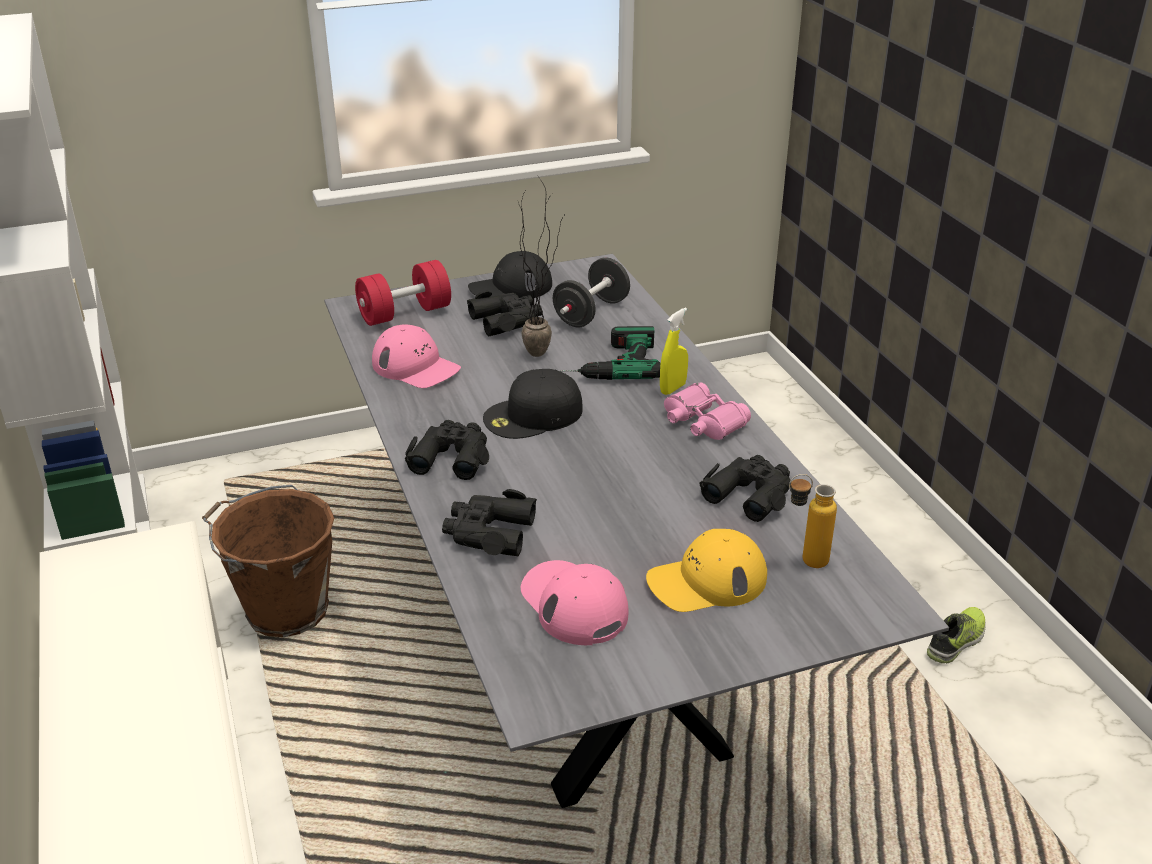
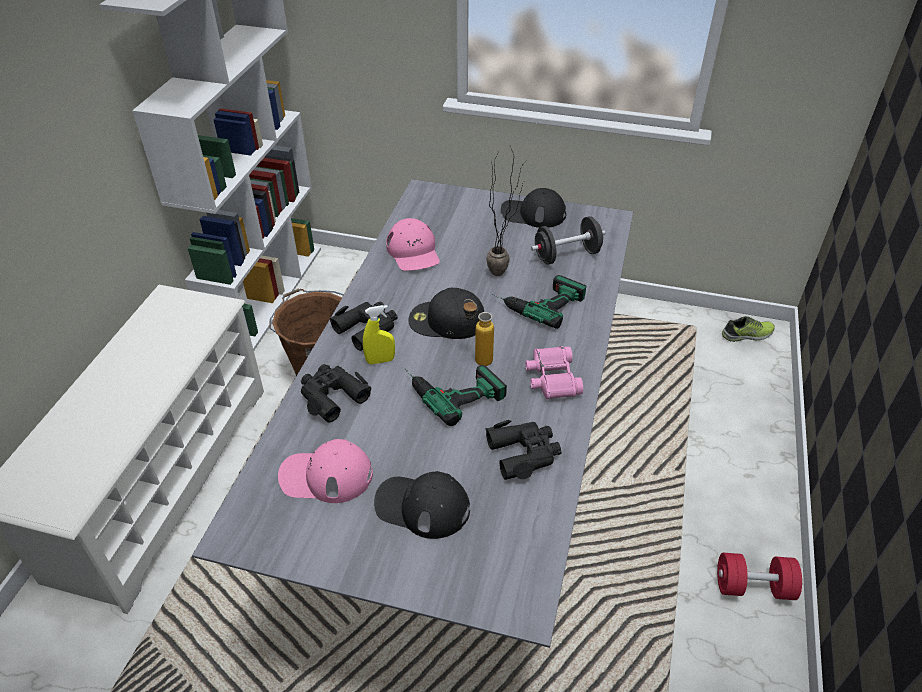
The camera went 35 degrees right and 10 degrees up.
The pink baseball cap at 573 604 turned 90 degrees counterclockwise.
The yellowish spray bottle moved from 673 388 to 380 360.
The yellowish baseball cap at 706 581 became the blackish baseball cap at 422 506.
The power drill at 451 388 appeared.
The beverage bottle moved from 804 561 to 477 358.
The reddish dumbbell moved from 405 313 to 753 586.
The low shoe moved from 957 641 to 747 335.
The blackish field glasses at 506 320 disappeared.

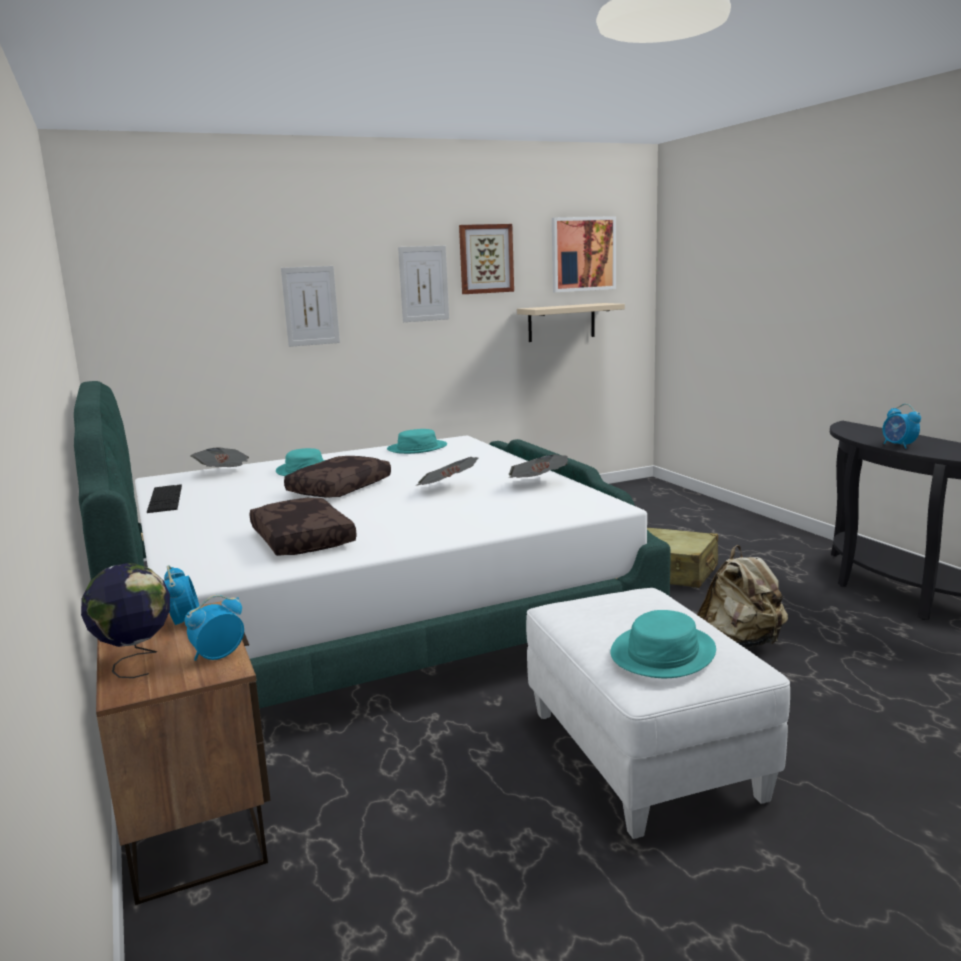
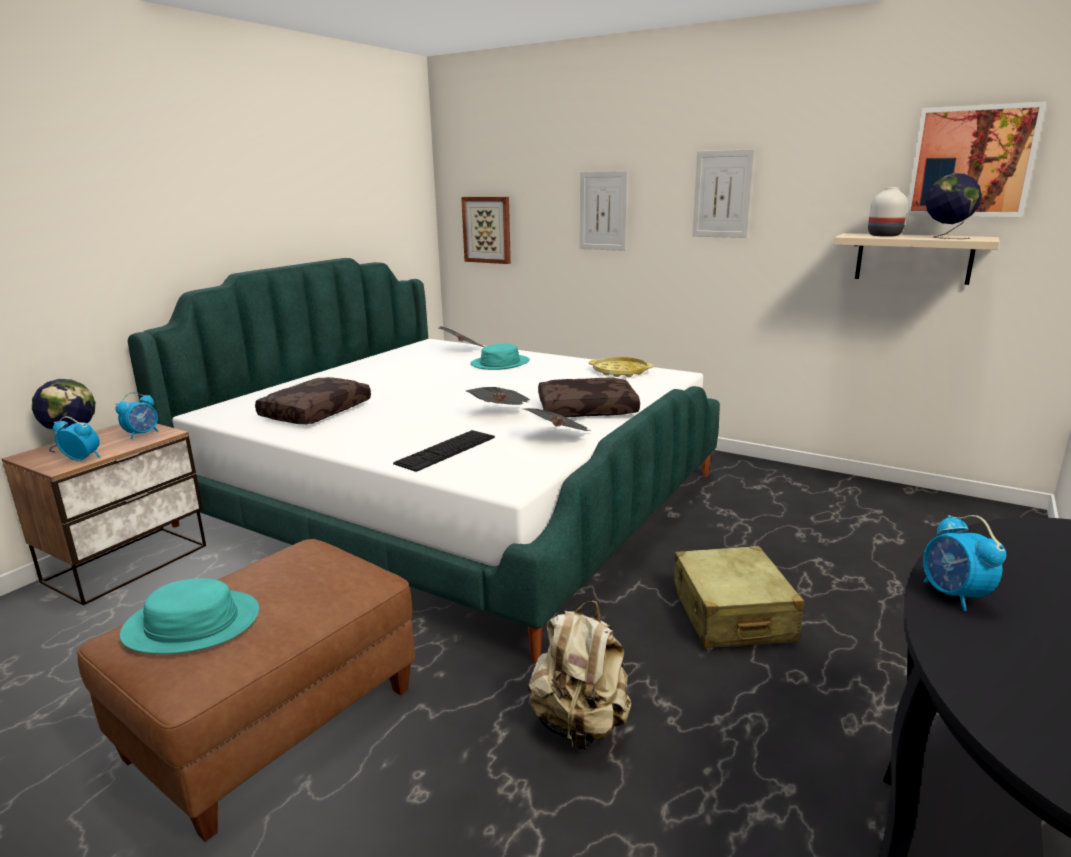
The camera went 55 degrees right and 5 degrees up.
The white-coloured ottoman at 645 756 became the brown-coloured ottoman at 273 726.
The computer keyboard moved from 165 498 to 446 450.
The picture moved from 486 259 to 487 230.
The brown-coloured pillow moved from 339 488 to 587 409.
The blue-green clothing hat at 417 448 was replaced by the yellowish serving tray at 620 371.
The white-coloured decorative vase at 884 235 appeared.
The table clock at 899 446 turned 45 degrees counterclockwise.
The world globe at 946 237 appeared.

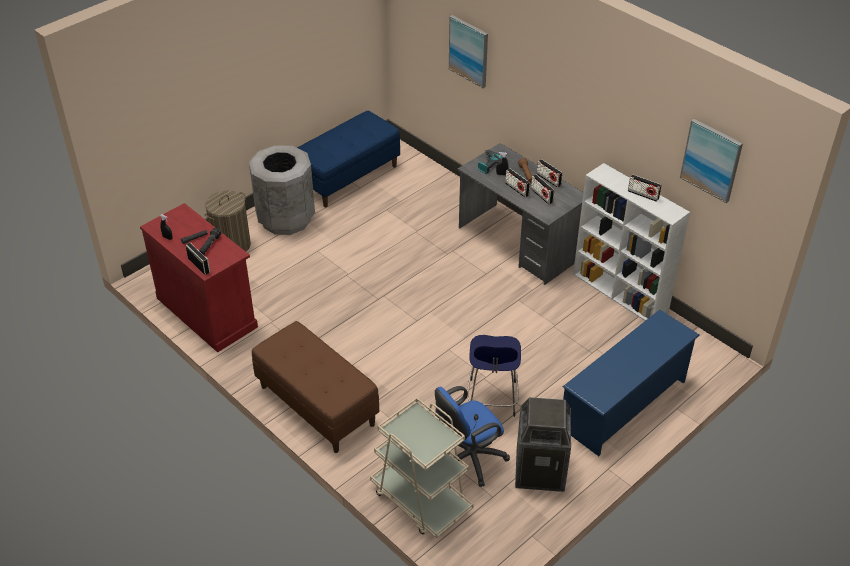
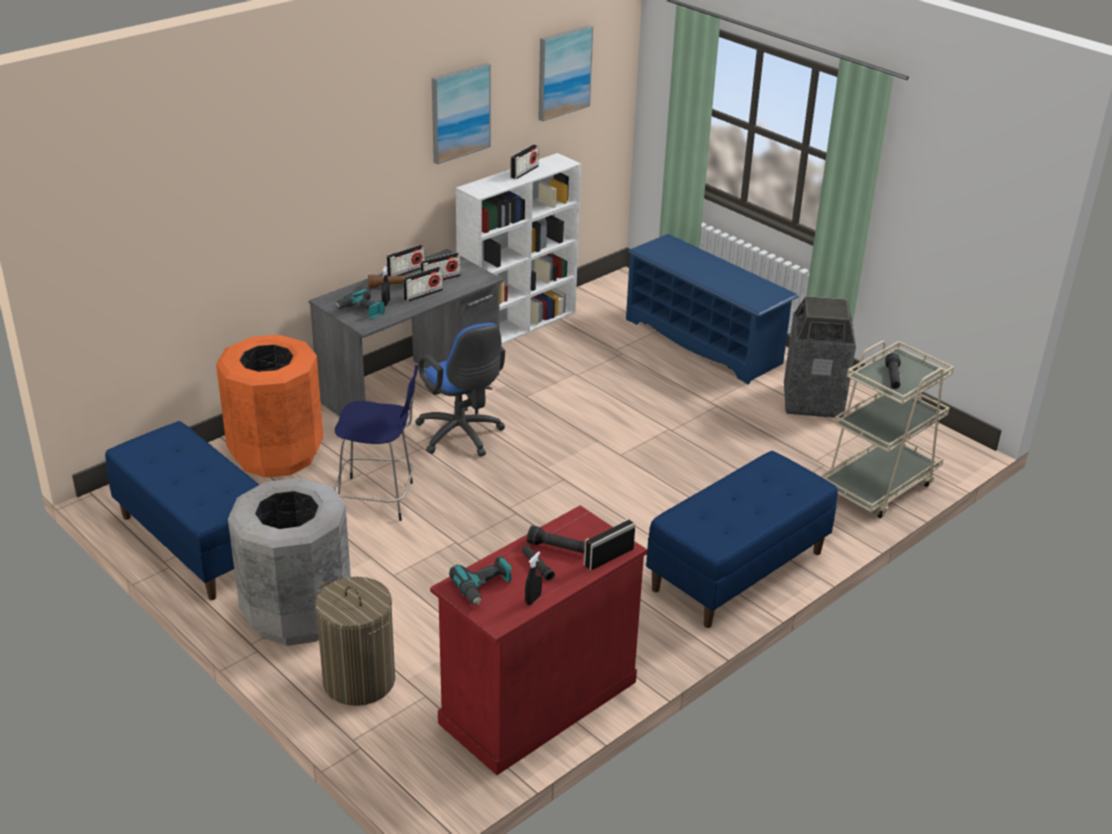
The camera went 90 degrees left and 10 degrees down.
The orange-coloured rubbish bin at 277 454 appeared.
The blue stool moved from 492 399 to 378 499.
The blue computer chair moved from 467 460 to 462 436.
The picture moved from 469 51 to 460 112.
The power drill at 484 588 appeared.
The brown-coloured long seat at 316 405 became the blue long seat at 738 571.
The blackish hand torch at 892 378 appeared.

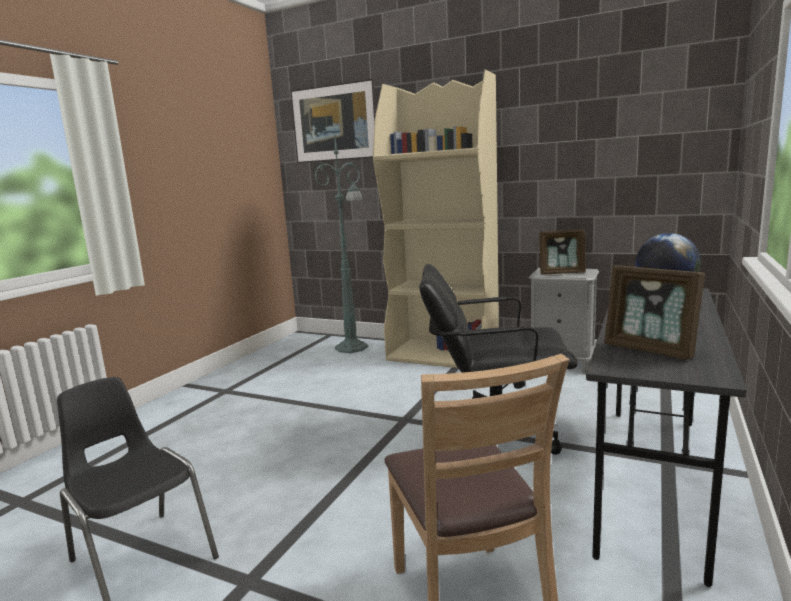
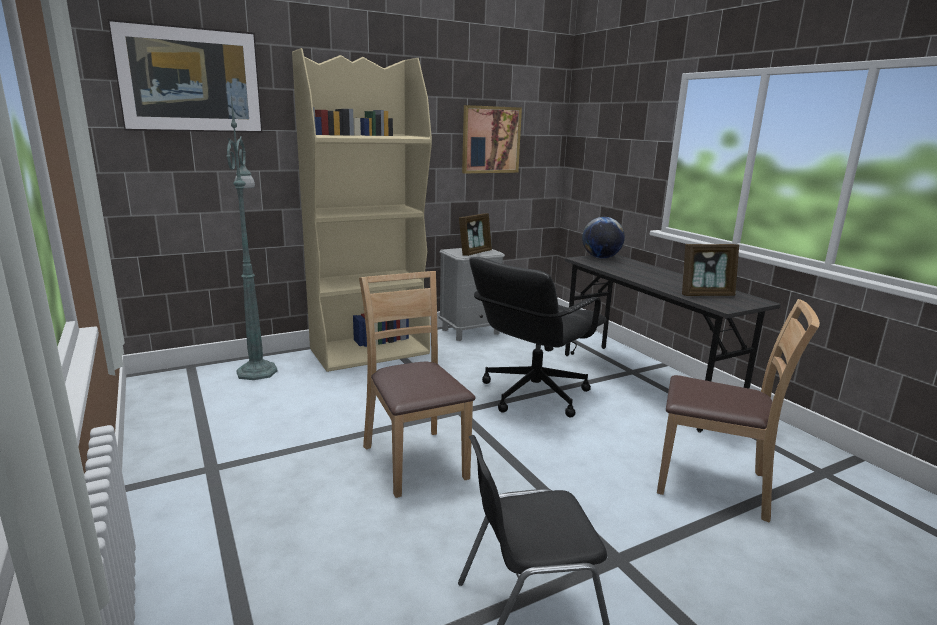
The camera went 55 degrees left and 5 degrees up.
The brown-coloured plain chair at 415 461 appeared.
The picture at 490 140 appeared.

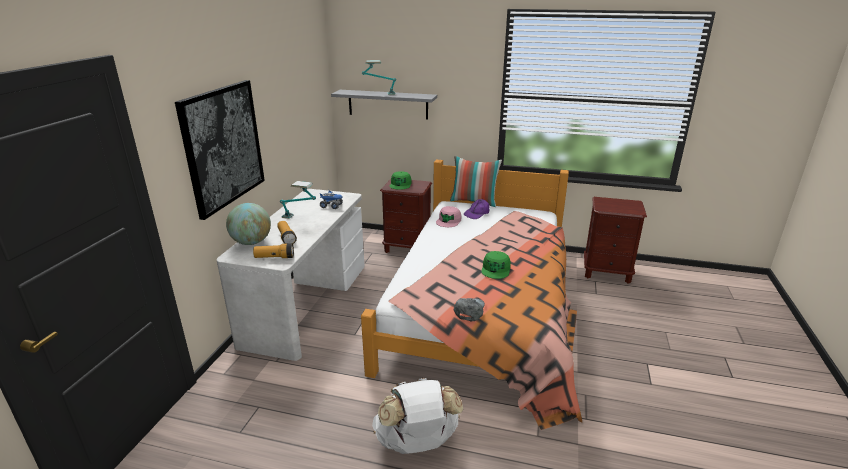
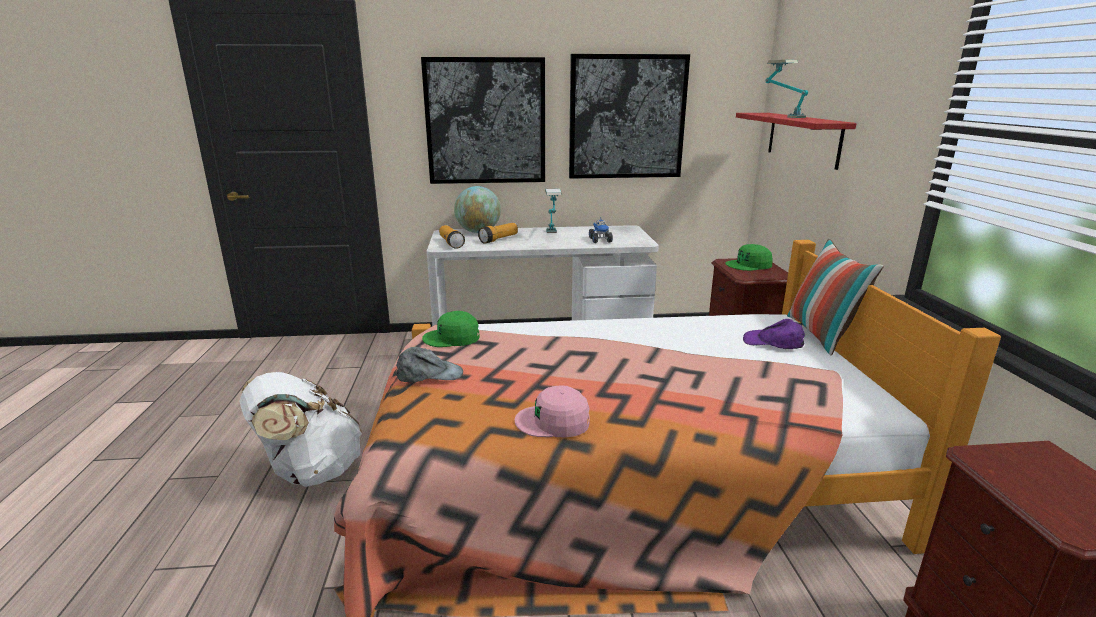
The camera went 70 degrees right and 5 degrees down.
The green baseball cap moved from 496 269 to 452 337.
The pink baseball cap moved from 449 221 to 553 421.
The picture at 627 117 appeared.
The grey wall shelf at 387 104 became the reddish wall shelf at 803 138.

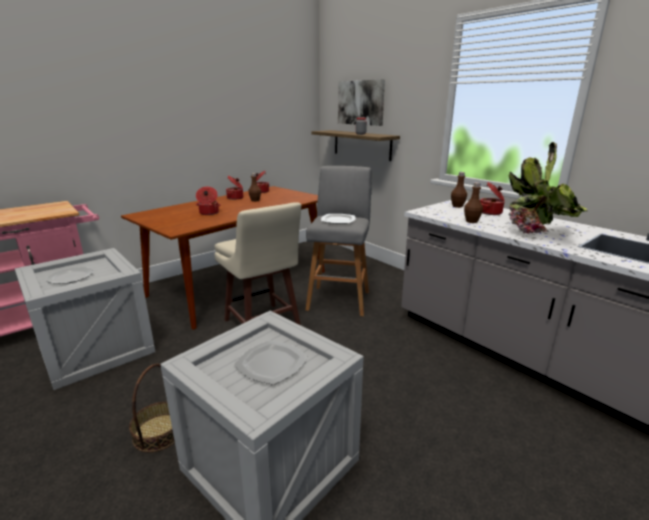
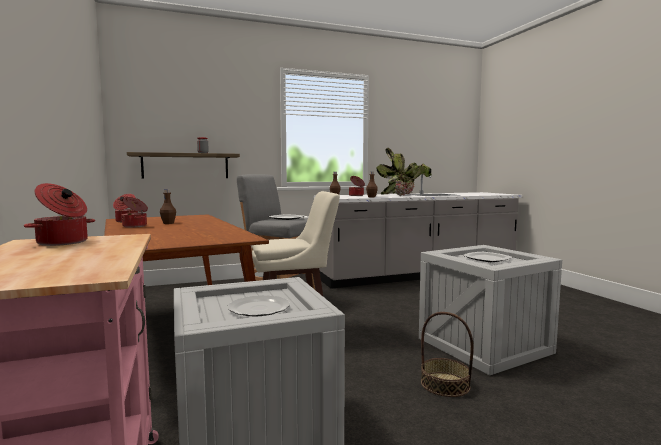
The camera went 70 degrees left and 15 degrees down.
The stockpot moved from 208 213 to 63 242.
The picture at 360 102 disappeared.

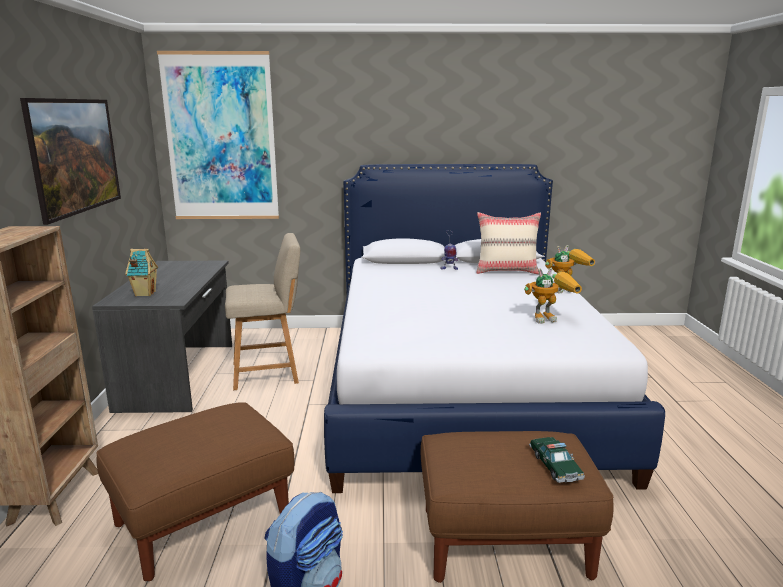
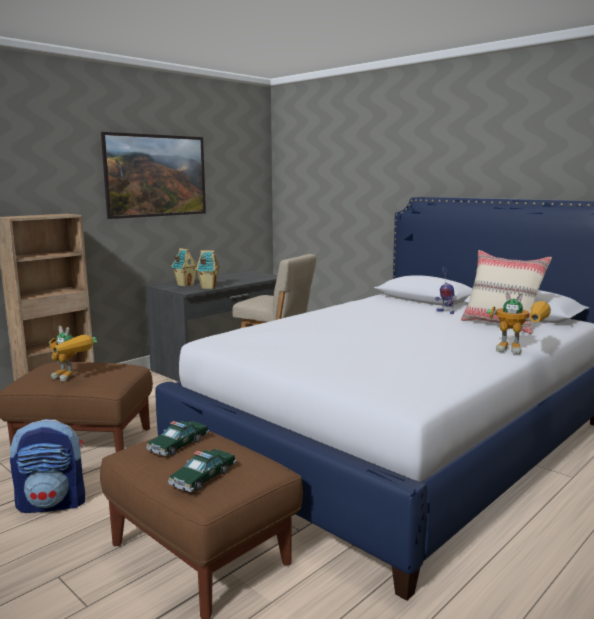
The camera went 45 degrees right and 5 degrees down.
The robot figure moved from 550 318 to 72 378.
The model car at 178 445 appeared.
The model house at 208 287 appeared.
The picture at 221 138 disappeared.

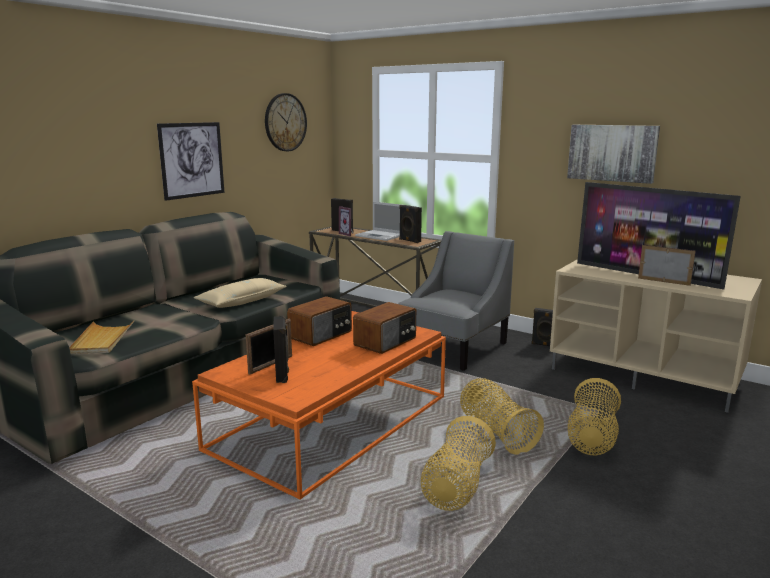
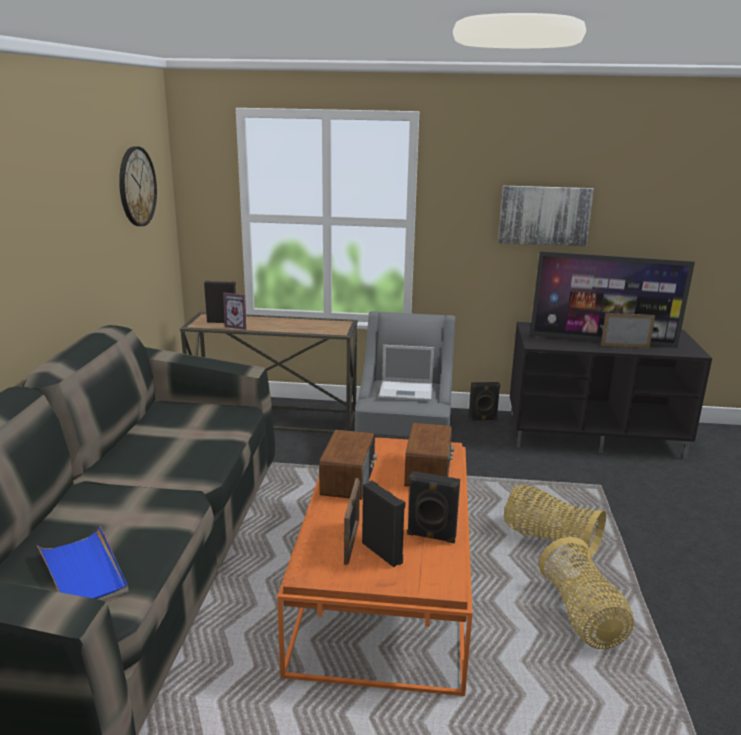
The camera went 30 degrees left and 5 degrees up.
The beige serving tray at 102 340 became the blue serving tray at 84 572.
The notebook computer moved from 380 236 to 407 391.
The blackish speaker moved from 409 240 to 431 536.
The beige tv stand at 645 375 became the blackish tv stand at 594 434.
The picture at 192 160 disappeared.
The beige pillow at 242 301 disappeared.
The basket at 592 438 disappeared.

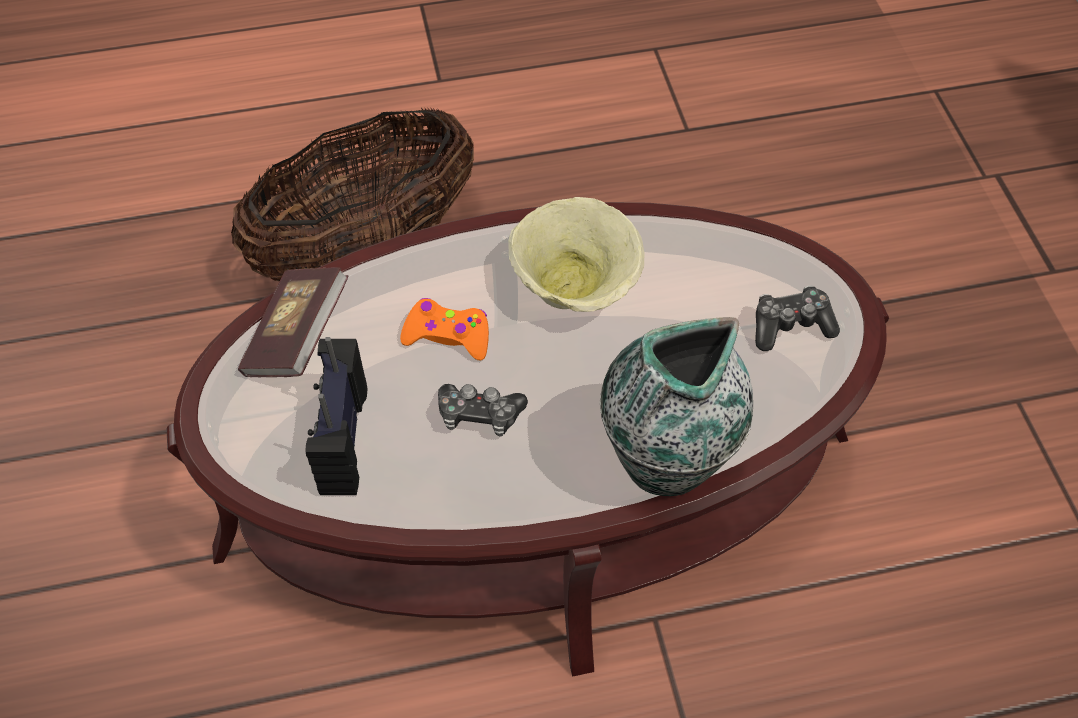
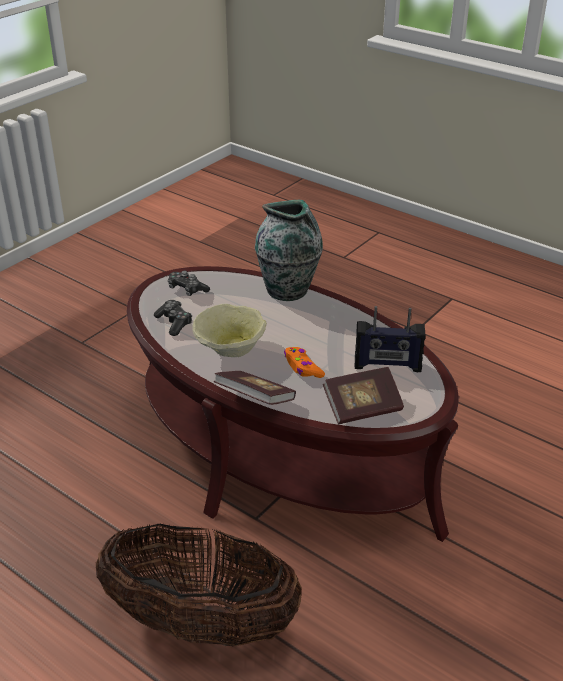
The camera went 130 degrees left and 20 degrees down.
The gamepad moved from 479 415 to 174 323.
The bound book at 255 399 appeared.
The radio receiver at 342 439 turned 45 degrees clockwise.

